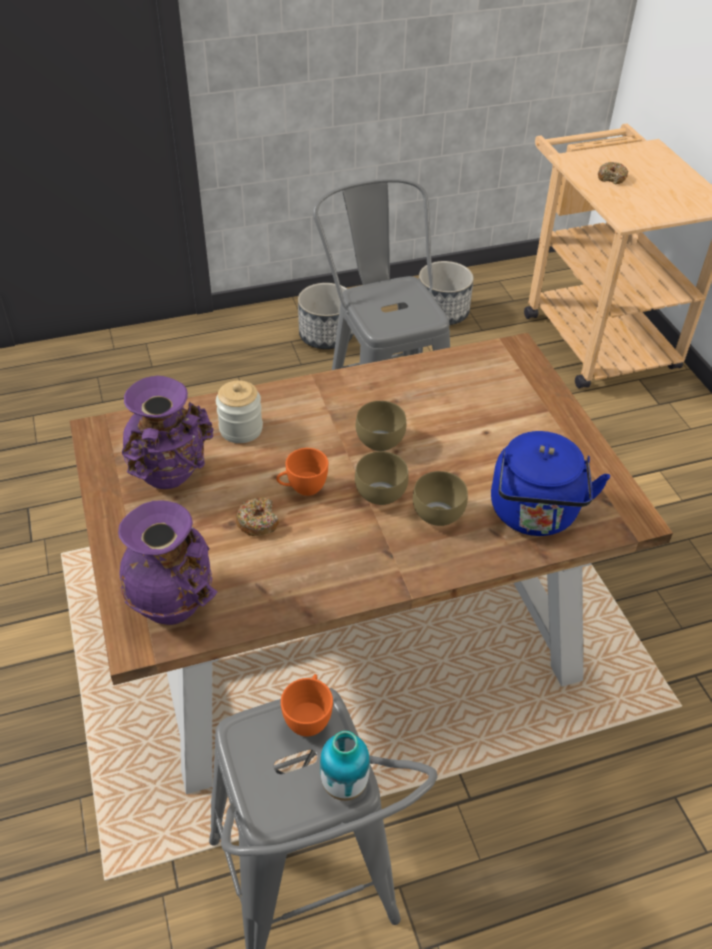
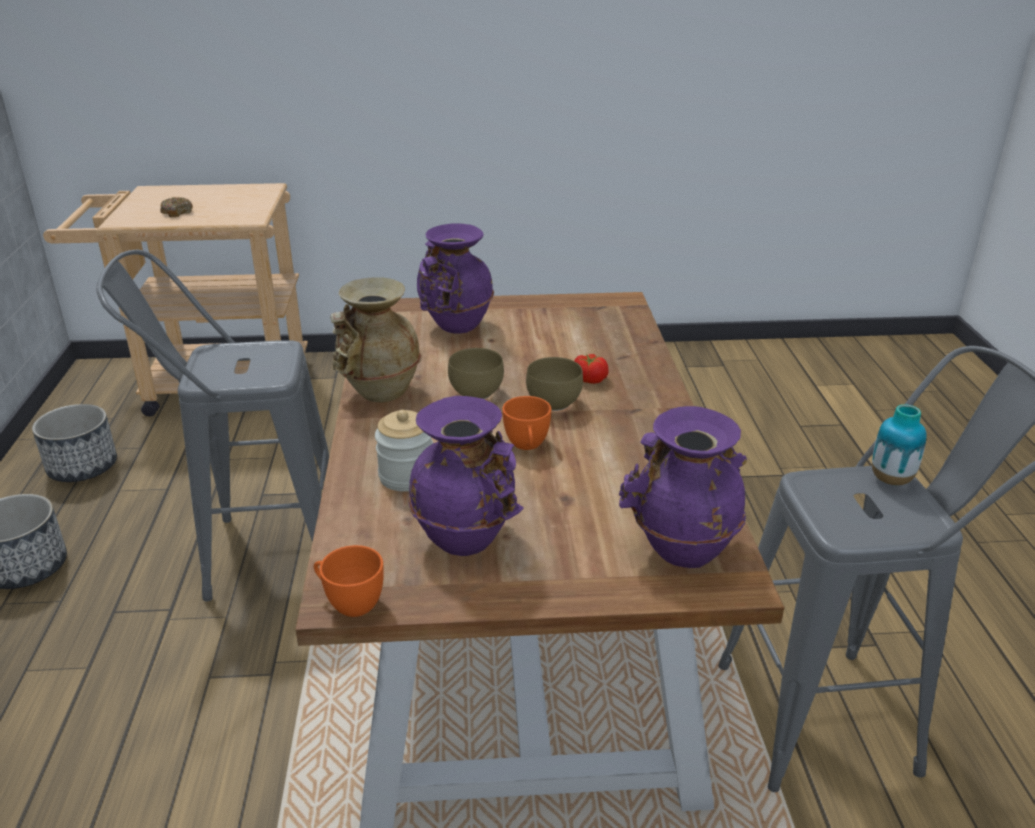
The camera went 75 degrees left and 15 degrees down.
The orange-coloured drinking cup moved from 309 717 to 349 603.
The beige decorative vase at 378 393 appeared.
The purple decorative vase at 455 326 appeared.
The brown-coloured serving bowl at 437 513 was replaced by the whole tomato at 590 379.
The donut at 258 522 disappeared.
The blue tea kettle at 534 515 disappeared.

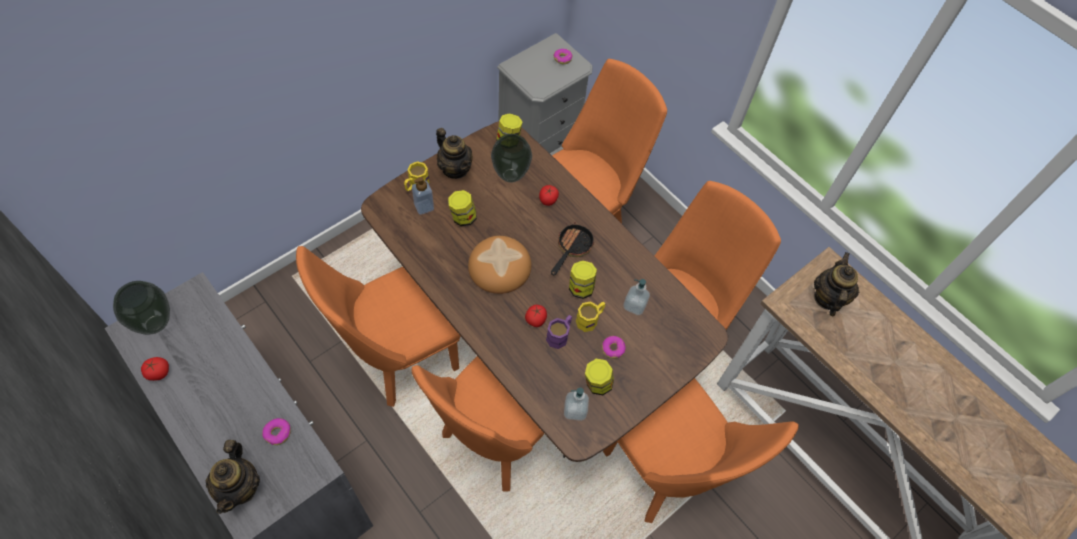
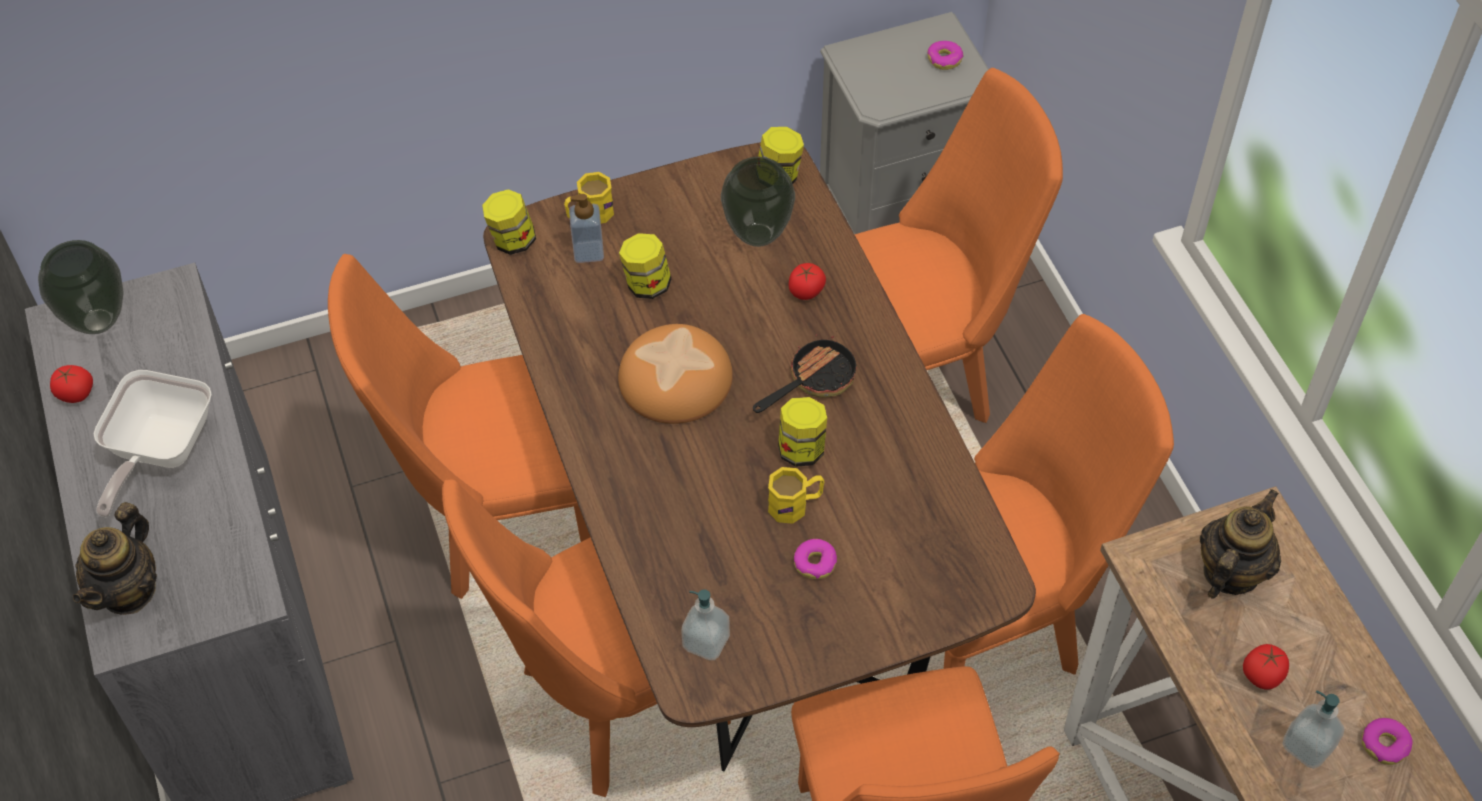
The camera went 25 degrees right and 5 degrees down.
The skillet at 158 452 appeared.
The jar moved from 597 384 to 512 240.
The whole tomato moved from 535 319 to 1262 675.
The soap bottle moved from 634 305 to 1307 746.
The donut moved from 278 433 to 1384 744.
The tea pot at 455 169 disappeared.
The purple coffee mug at 560 335 disappeared.

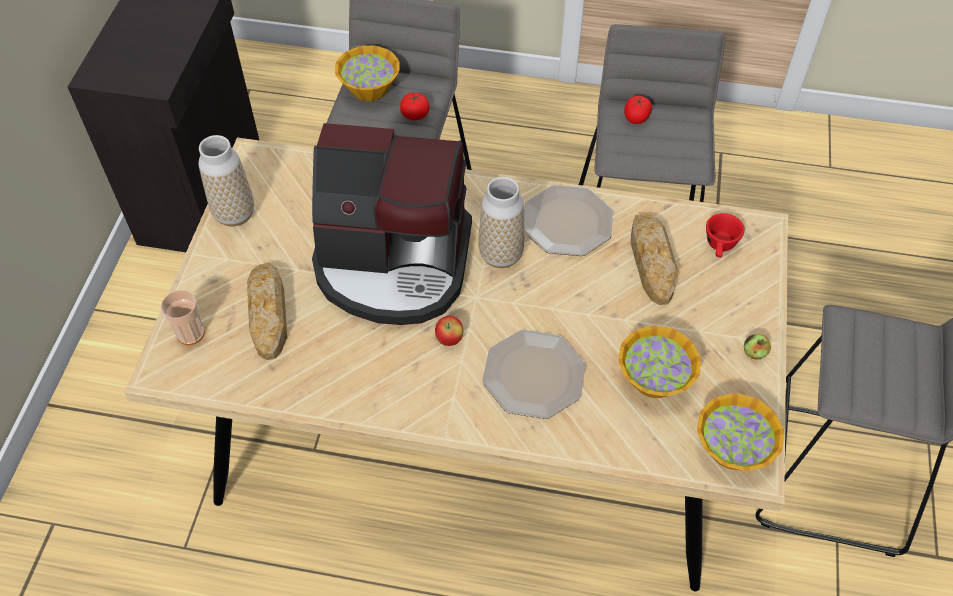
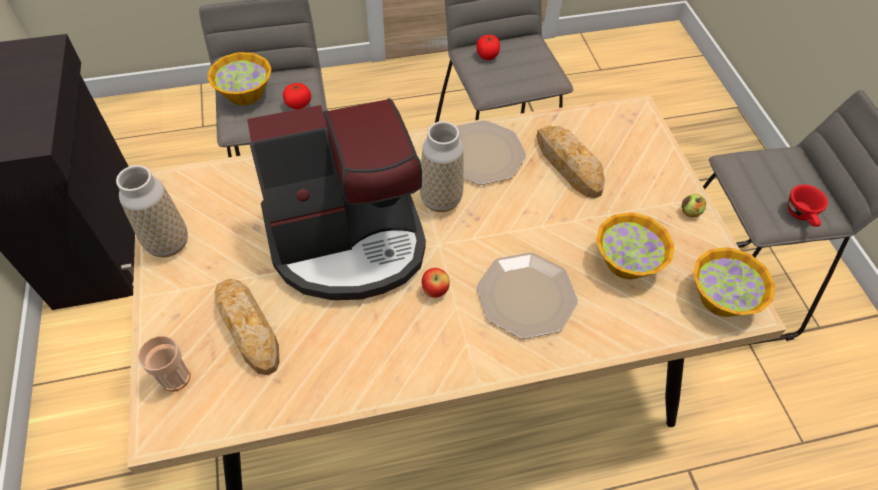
The camera went 25 degrees left and 0 degrees up.
The reddish drinking cup moved from 720 247 to 802 216.

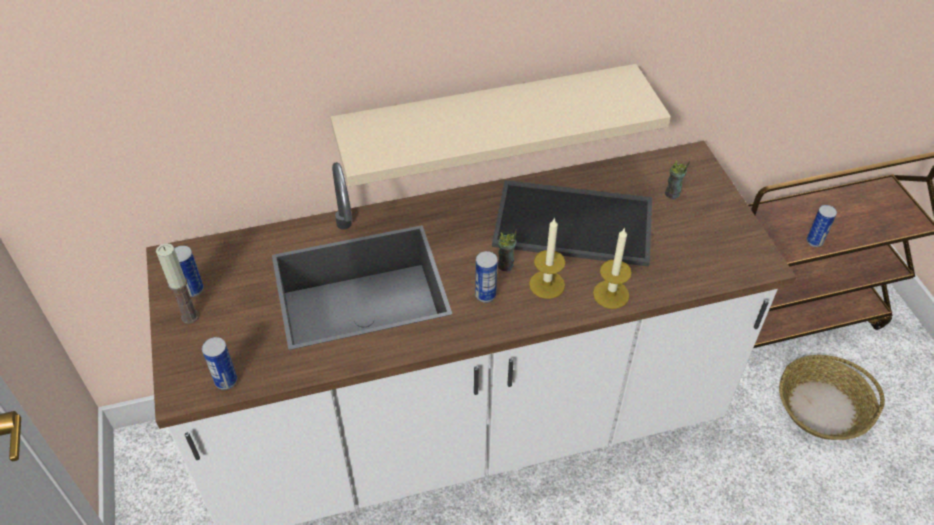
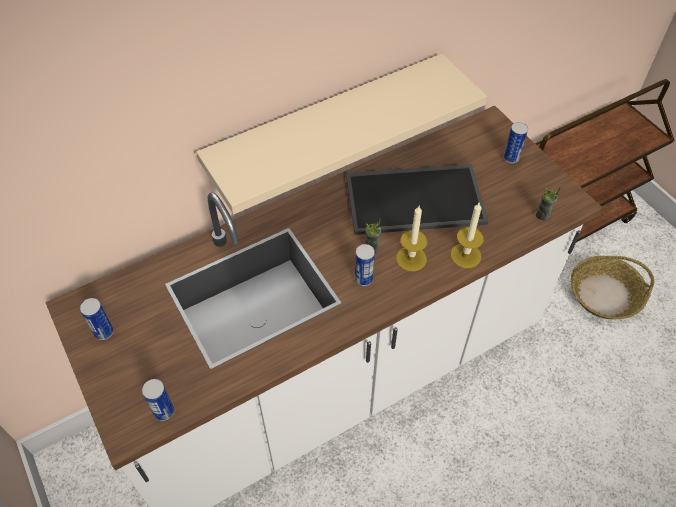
The camera went 15 degrees left and 5 degrees up.
The sealed can moved from 814 241 to 511 158.
The drinking cup moved from 672 194 to 542 216.
The candle at 190 316 disappeared.

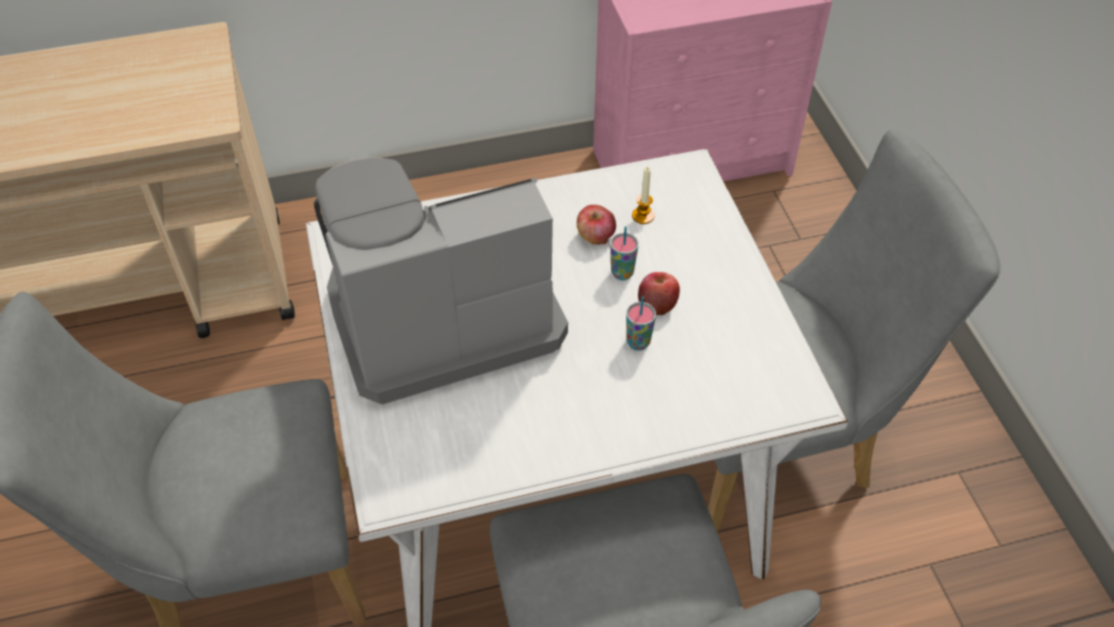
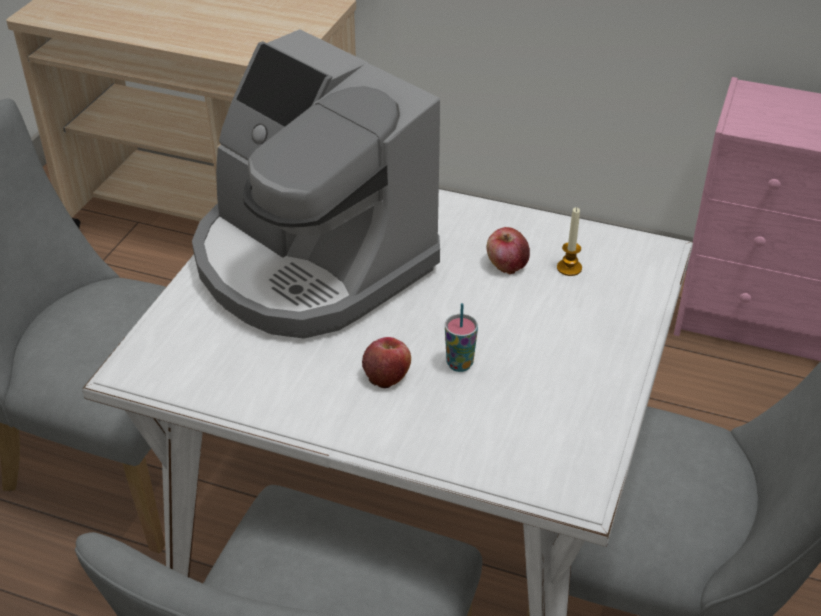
The camera went 35 degrees right and 10 degrees down.
The coffee brewer at 440 314 turned 150 degrees counterclockwise.
The whole apple moved from 657 304 to 387 376.
The drinking cup at 622 273 disappeared.

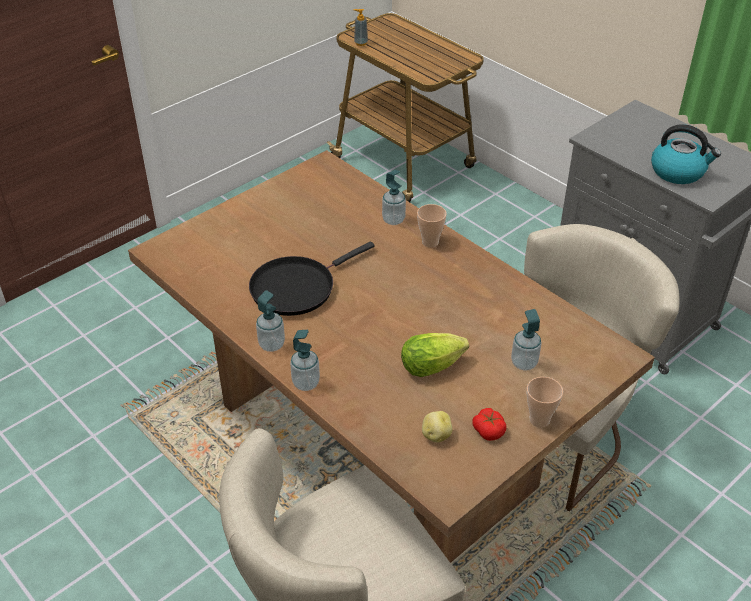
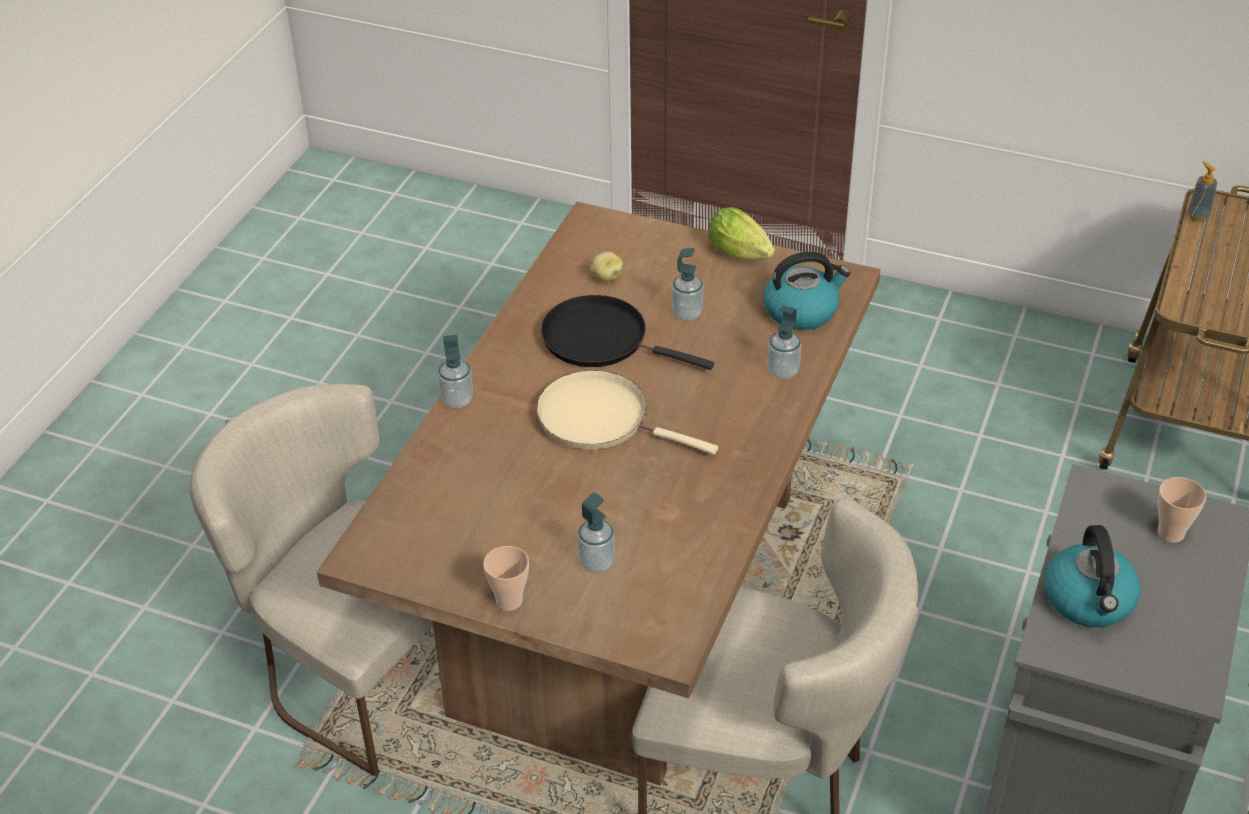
The camera went 65 degrees right and 0 degrees up.
The beige skillet at 600 418 appeared.
The whole potato moved from 436 435 to 606 277.
The soap bottle moved from 271 344 to 687 313.
The lettuce moved from 435 365 to 742 255.
The tea kettle at 802 311 appeared.
The drinking cup moved from 430 242 to 1170 533.
The whole tomato at 489 430 disappeared.

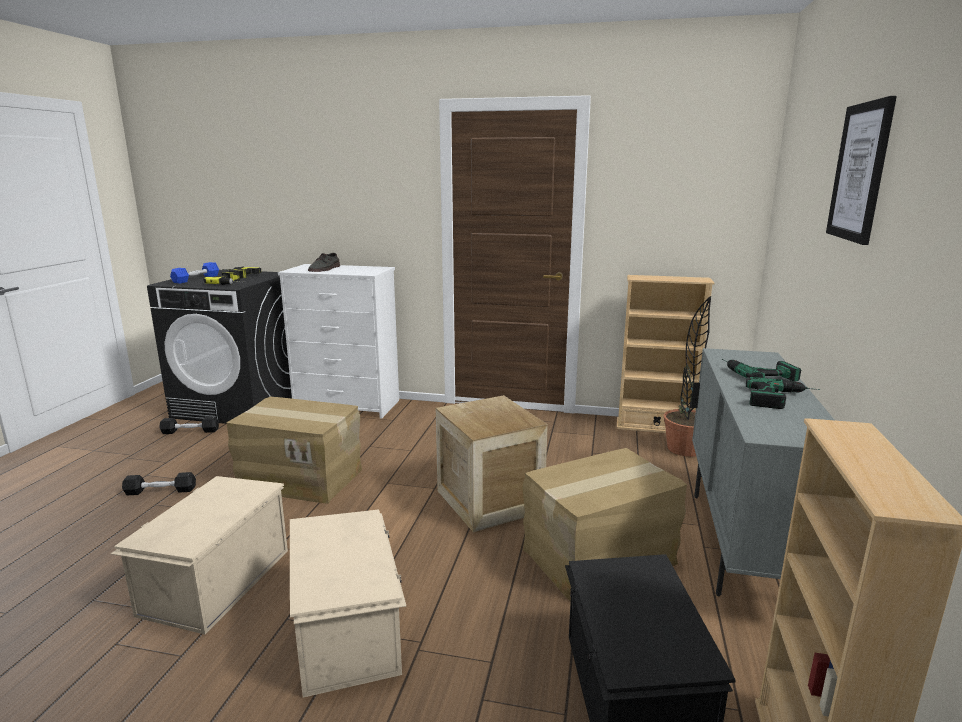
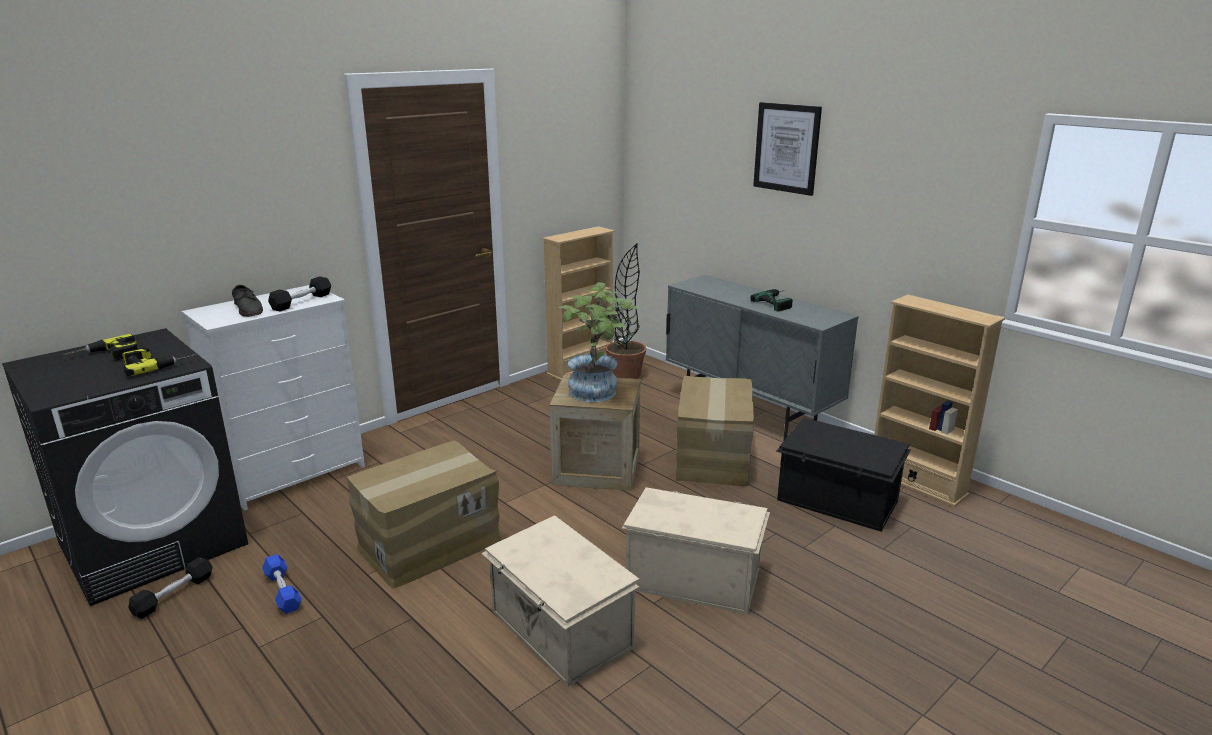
The camera went 55 degrees left and 5 degrees up.
The blue dumbbell moved from 196 279 to 283 591.
The blackish dumbbell moved from 160 491 to 301 302.
The plant in a pot at 598 394 appeared.
The power drill at 756 372 disappeared.

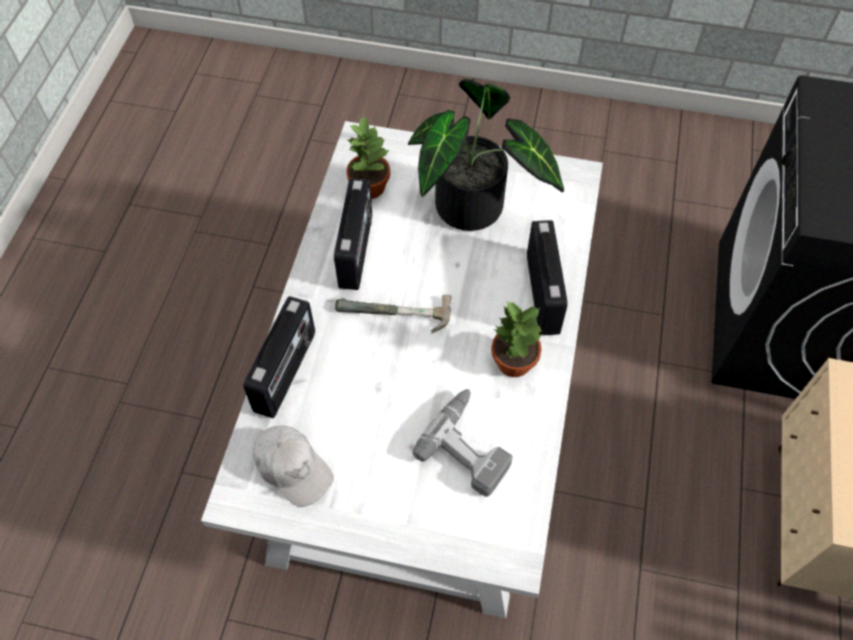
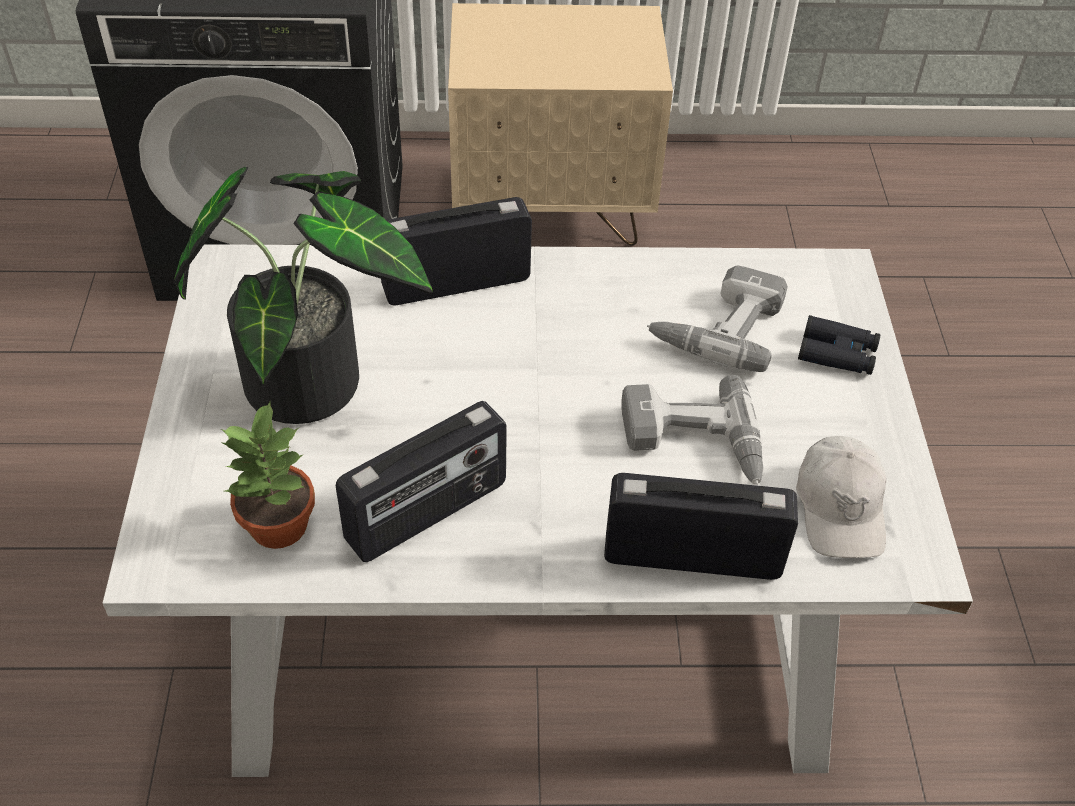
The camera went 105 degrees left and 10 degrees down.
The radio receiver at 357 251 turned 150 degrees clockwise.
The power drill at 692 444 appeared.
The white-coloured baseball cap at 293 468 turned 150 degrees clockwise.
The blackish field glasses at 837 353 appeared.
The hammer at 393 317 disappeared.
The plant in a pot at 512 362 disappeared.

